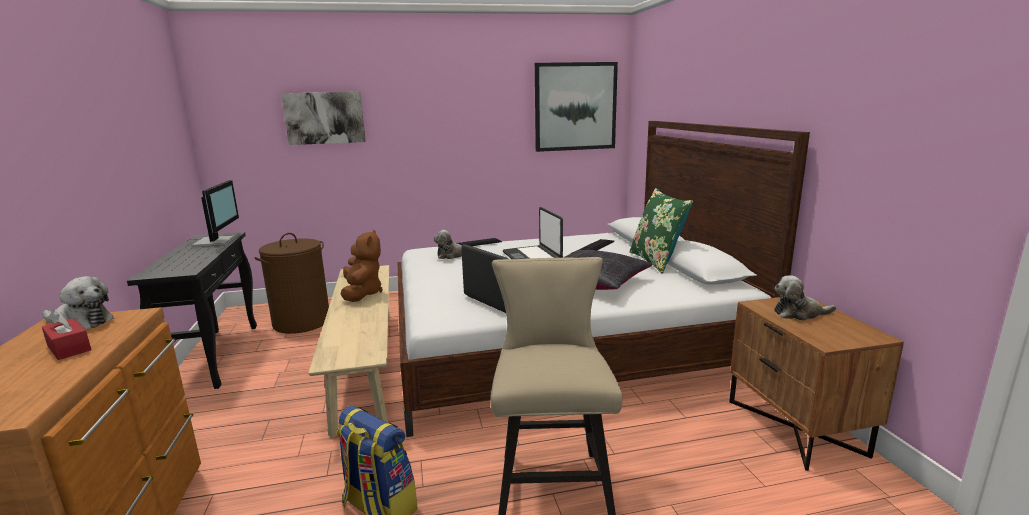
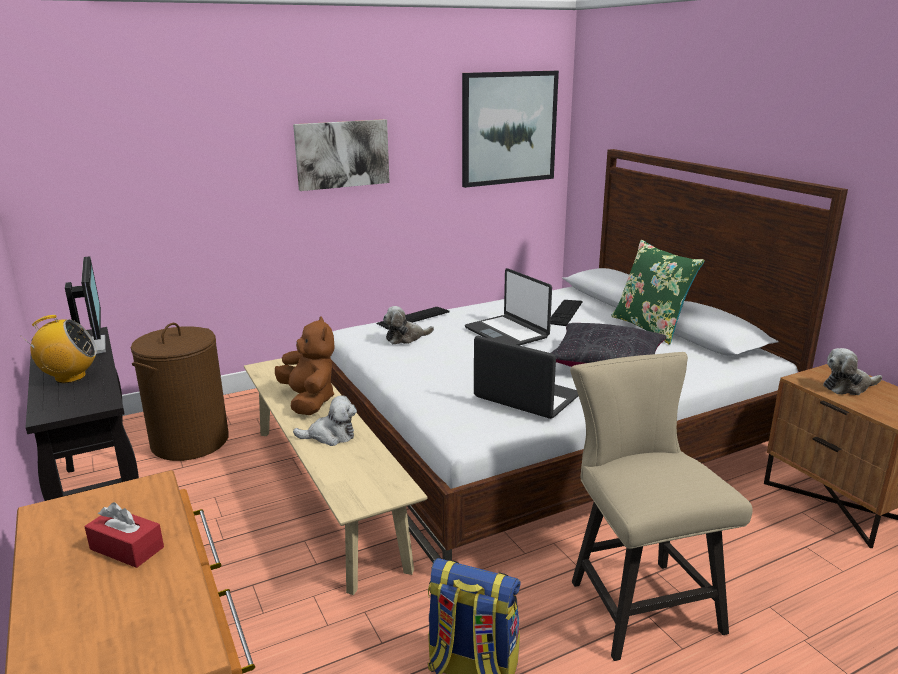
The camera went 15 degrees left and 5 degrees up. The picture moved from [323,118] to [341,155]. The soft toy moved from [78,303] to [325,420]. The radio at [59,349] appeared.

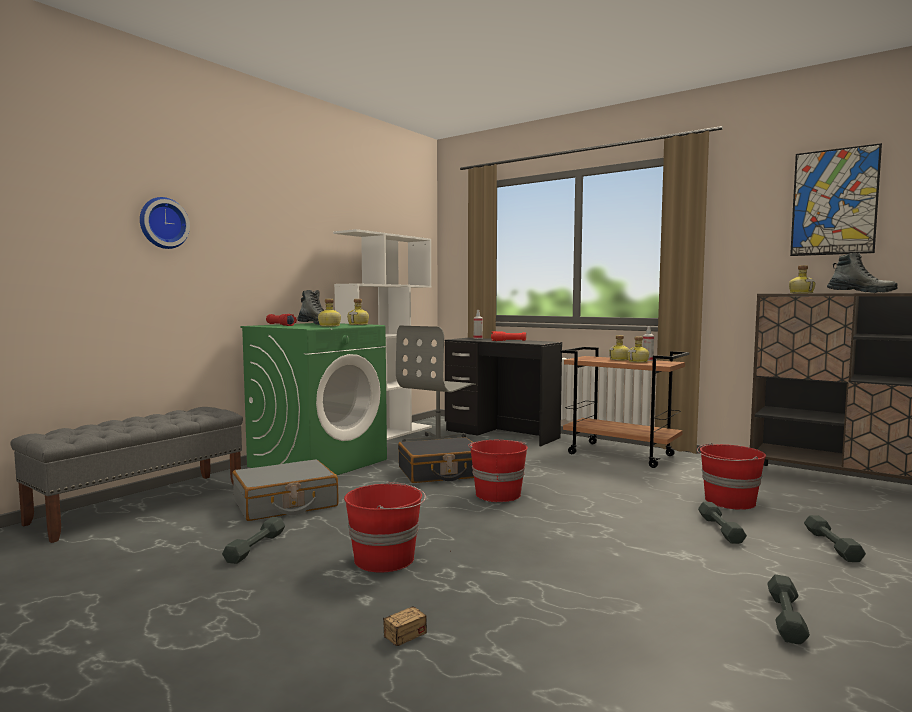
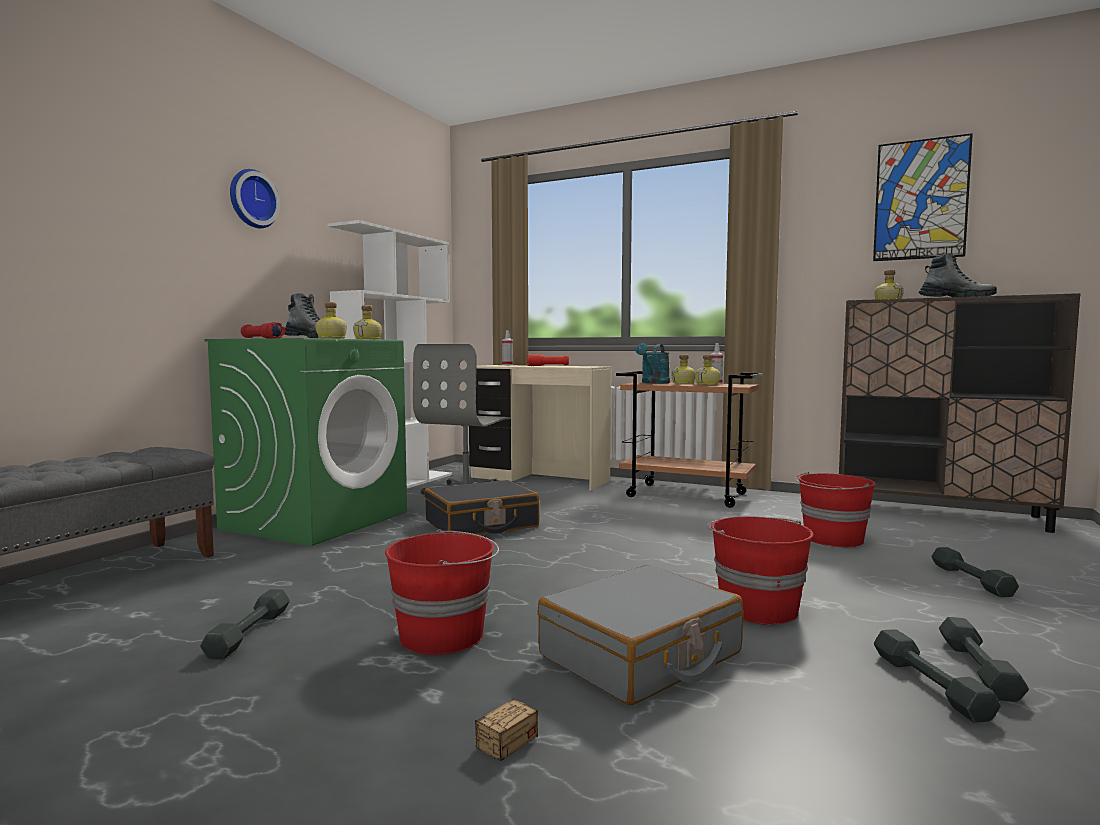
The camera went 10 degrees left and 0 degrees up. The hanging clock moved from [165,223] to [255,198]. The desk unit/blackish at [503,392] became the desk unit/beige-coloured at [540,428]. The water bucket/red moved from [498,471] to [760,570]. The piece of luggage/grey moved from [285,490] to [640,635]. The free weight/grey moved from [722,523] to [937,676]. The sprinkling can/turquoise-coloured at [653,363] appeared.

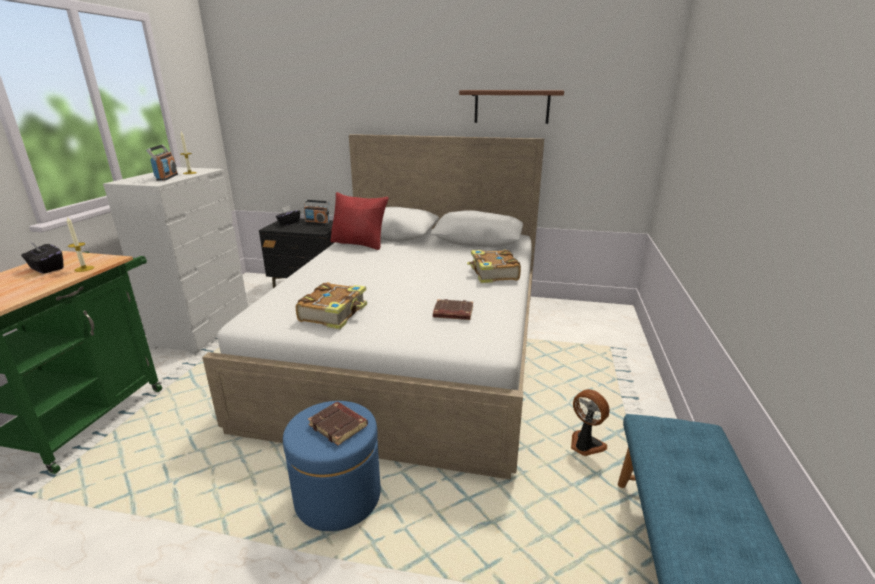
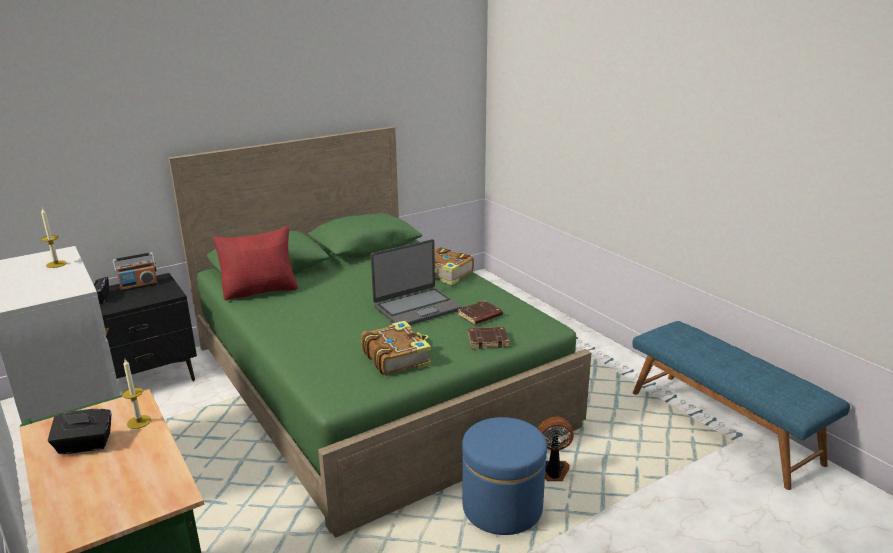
The camera went 45 degrees left and 0 degrees up. The shelf/brown at [511,107] disappeared. The sleeping bed/white at [373,307] became the sleeping bed/green-coloured at [380,332]. The radio at [162,162] disappeared. The fan moved from [590,422] to [556,448]. The bound book/brown moved from [338,424] to [488,338]. The notebook computer at [416,282] appeared.

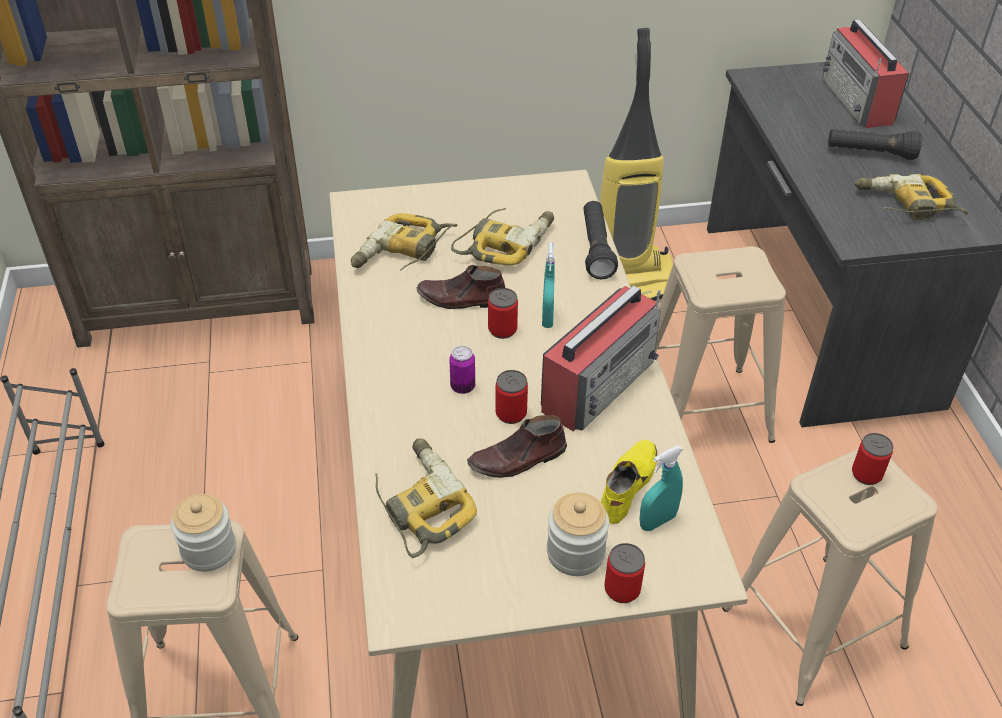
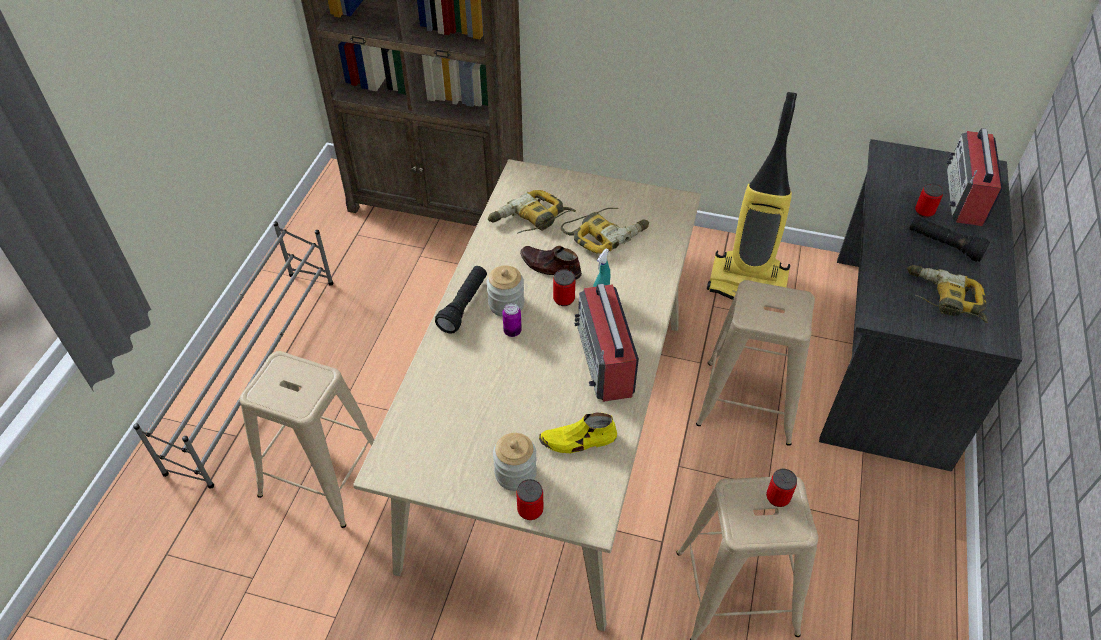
The camera went 25 degrees right and 5 degrees up. The hand torch/blackish moved from [600,240] to [461,299]. The radio at [601,358] turned 105 degrees clockwise. The sealed can moved from [512,397] to [929,200]. The item of footwear/brown at [517,446] disappeared. The drill at [426,498] disappeared. The item of footwear/yellow at [629,482] turned 150 degrees counterclockwise. The spray bottle/turquoise-coloured at [661,488] disappeared. The preserve jar moved from [203,533] to [505,291].

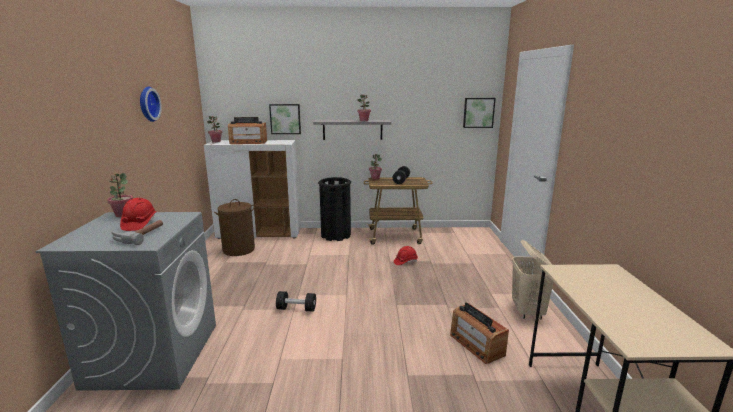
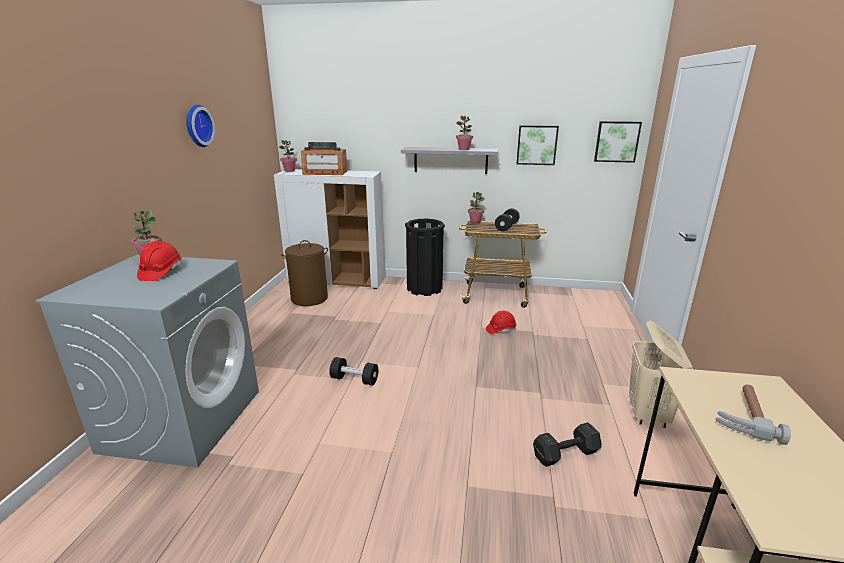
The camera went 10 degrees right and 5 degrees up. The picture moved from [285,119] to [537,145]. The hand hammer moved from [137,232] to [753,414]. The radio at [479,333] was replaced by the free weight/blackish at [567,444].

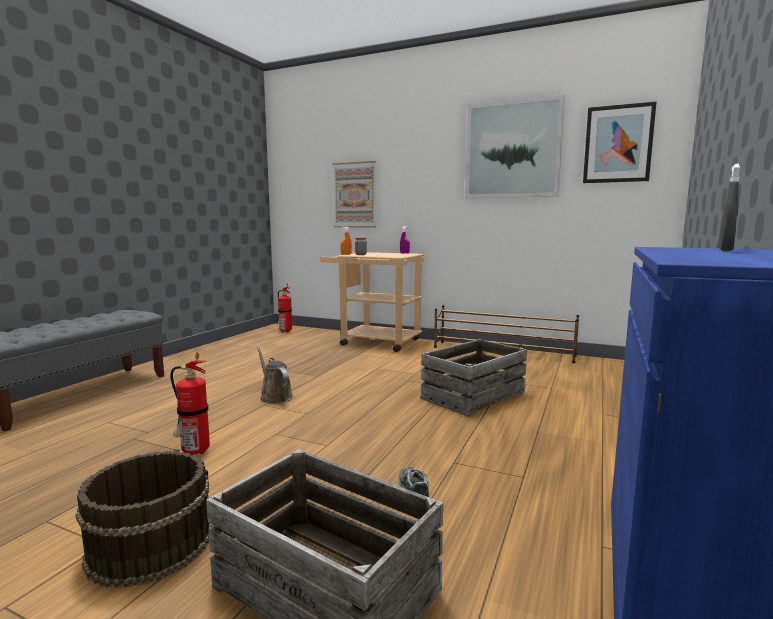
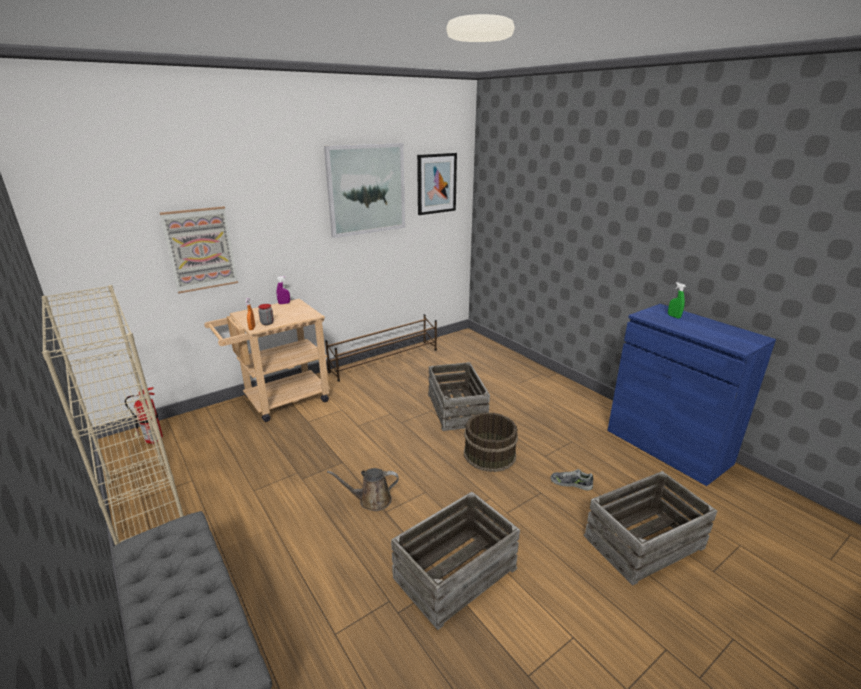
The camera went 60 degrees left and 15 degrees up. The spray bottle/grey at [729,207] became the spray bottle/green-coloured at [677,300]. The extinguisher at [190,403] was replaced by the shipping crate at [455,561]. The water bucket/brown moved from [143,519] to [491,442]. The shelving unit/beige-coloured at [113,415] appeared.

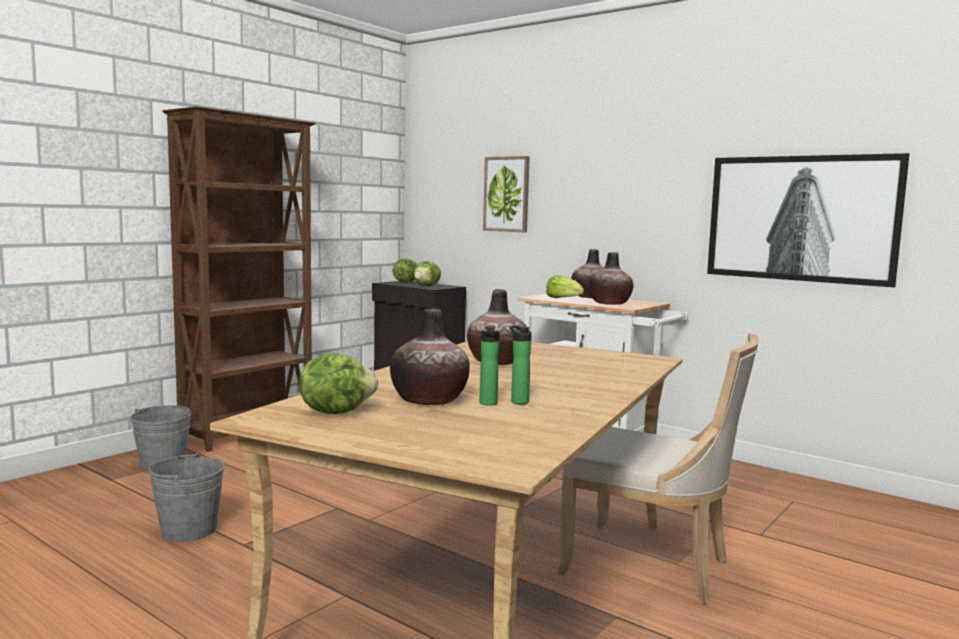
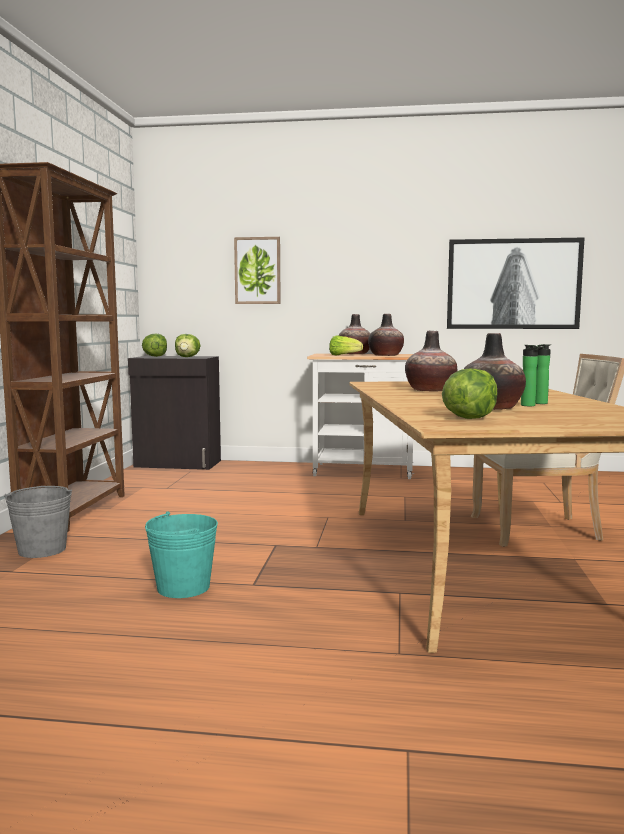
The camera went 30 degrees left and 0 degrees up. The water bucket/grey at [187,497] became the water bucket/turquoise-coloured at [181,554].

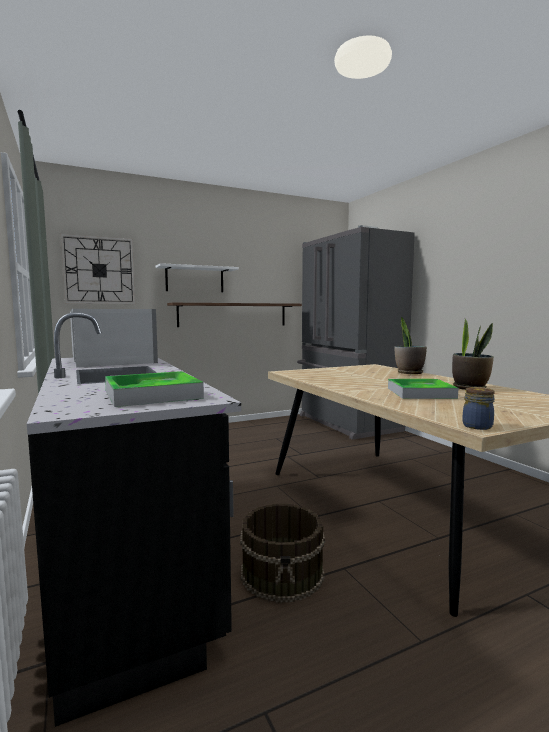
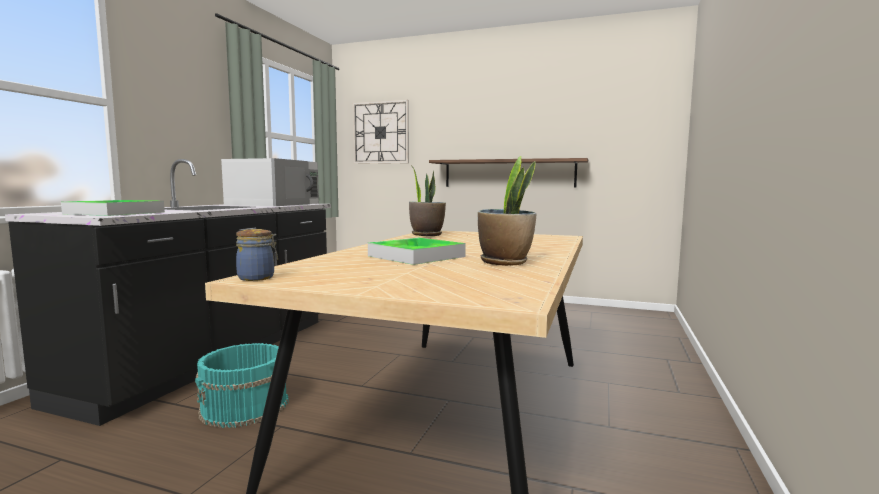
The camera went 45 degrees right and 0 degrees up. The refrigerator/grey at [356,332] disappeared. The shelf/white at [197,277] disappeared. The potted plant moved from [411,345] to [427,202]. The water bucket/brown at [282,553] became the water bucket/turquoise-coloured at [242,385].

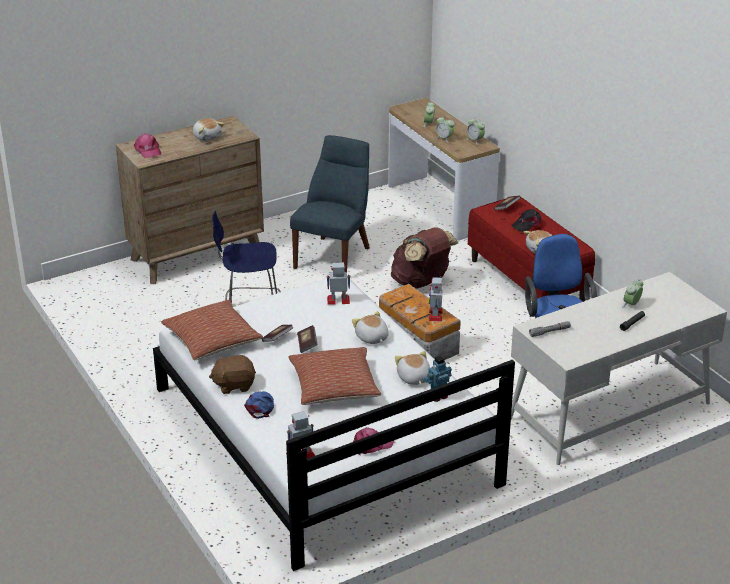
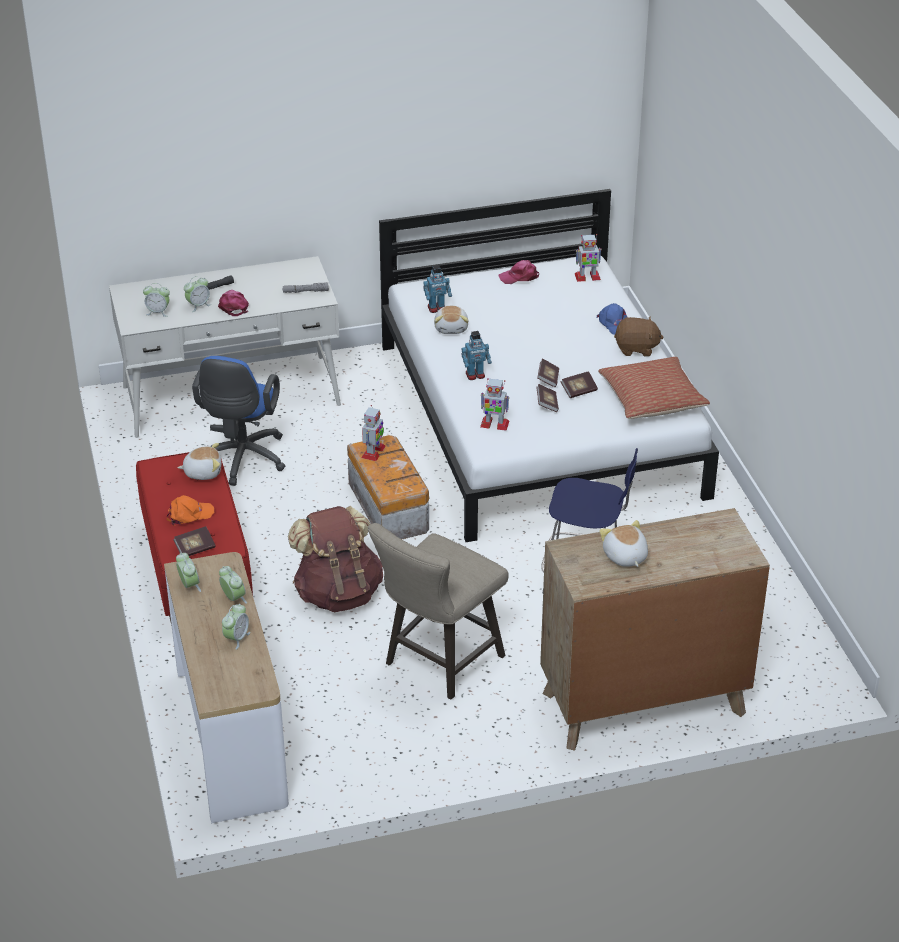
The camera went 165 degrees left and 5 degrees up. The baseball cap/pink-coloured moved from [147,146] to [233,303]. The plain chair/blue-coloured at [330,203] was replaced by the stool/beige-coloured at [438,611]. The baseball cap/blackish at [526,220] became the baseball cap/orange-coloured at [190,510]. The soft toy at [370,327] was replaced by the model robot at [477,355]. The pillow at [334,376] disappeared. The baseball cap/blue-coloured at [259,405] turned 45 degrees counterclockwise. The table clock at [156,300] appeared. The bound book at [547,398] appeared.

